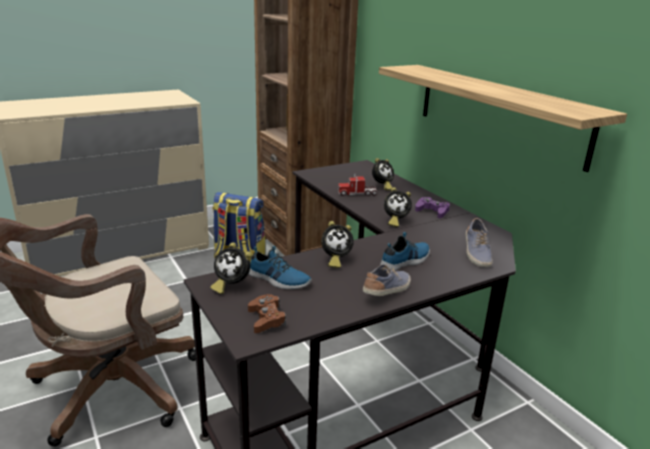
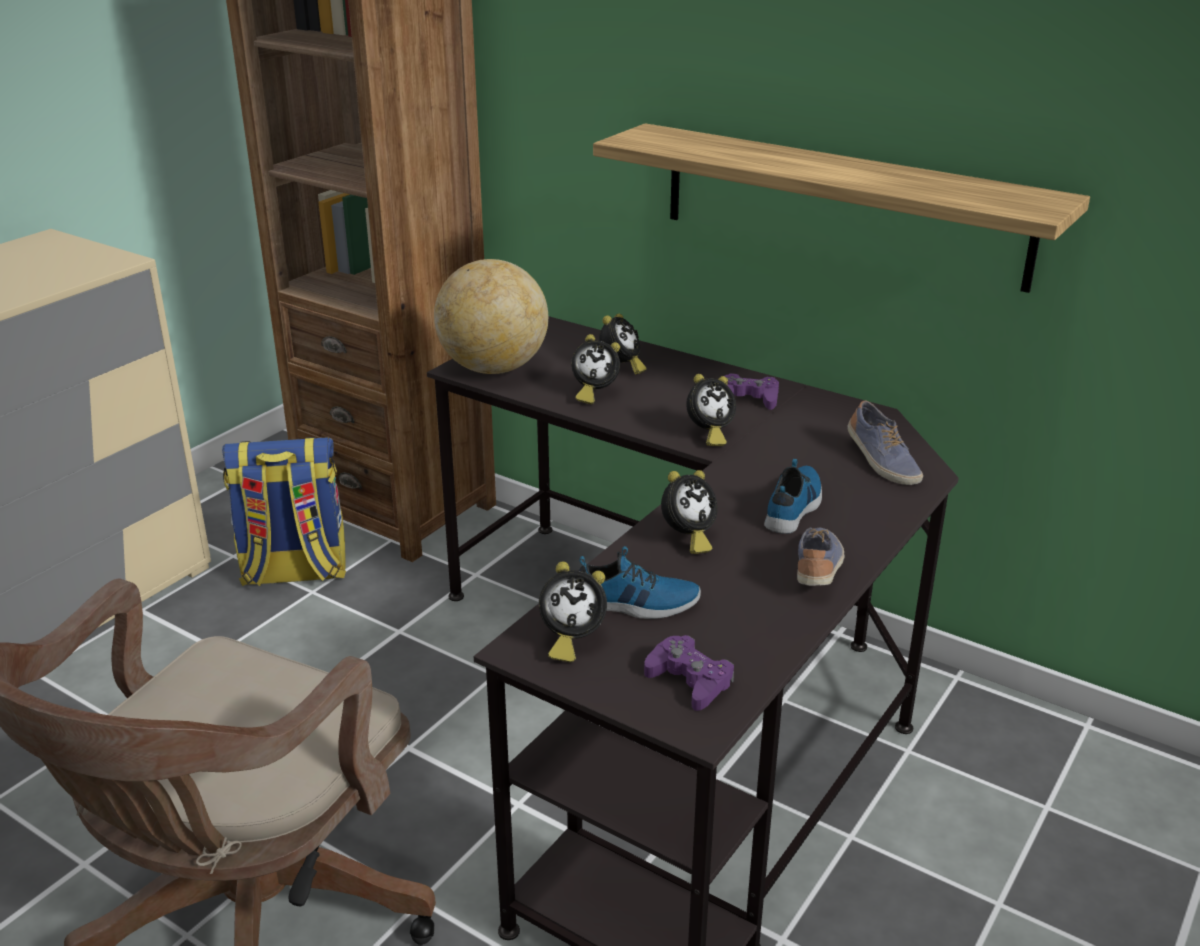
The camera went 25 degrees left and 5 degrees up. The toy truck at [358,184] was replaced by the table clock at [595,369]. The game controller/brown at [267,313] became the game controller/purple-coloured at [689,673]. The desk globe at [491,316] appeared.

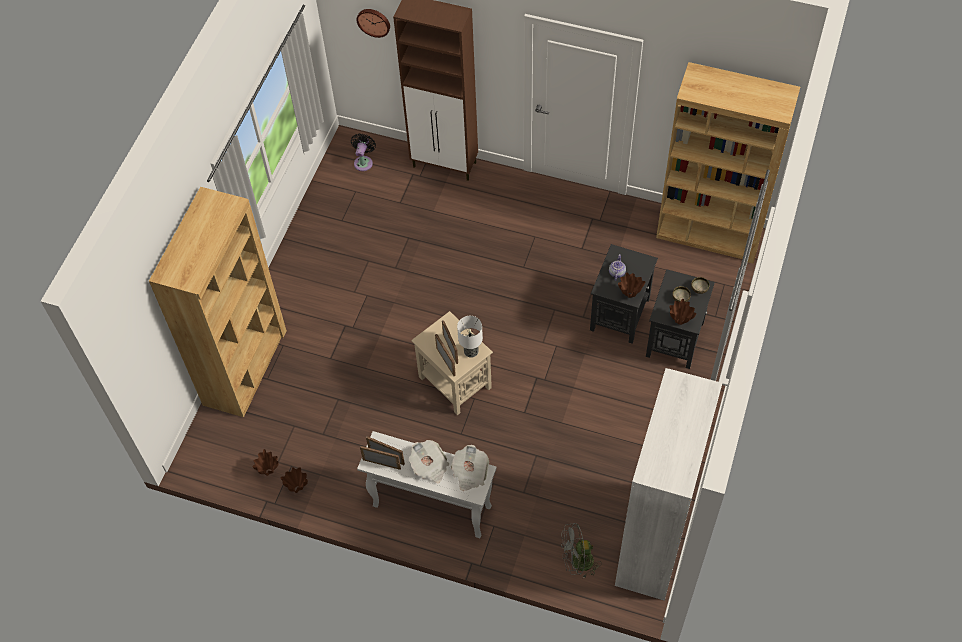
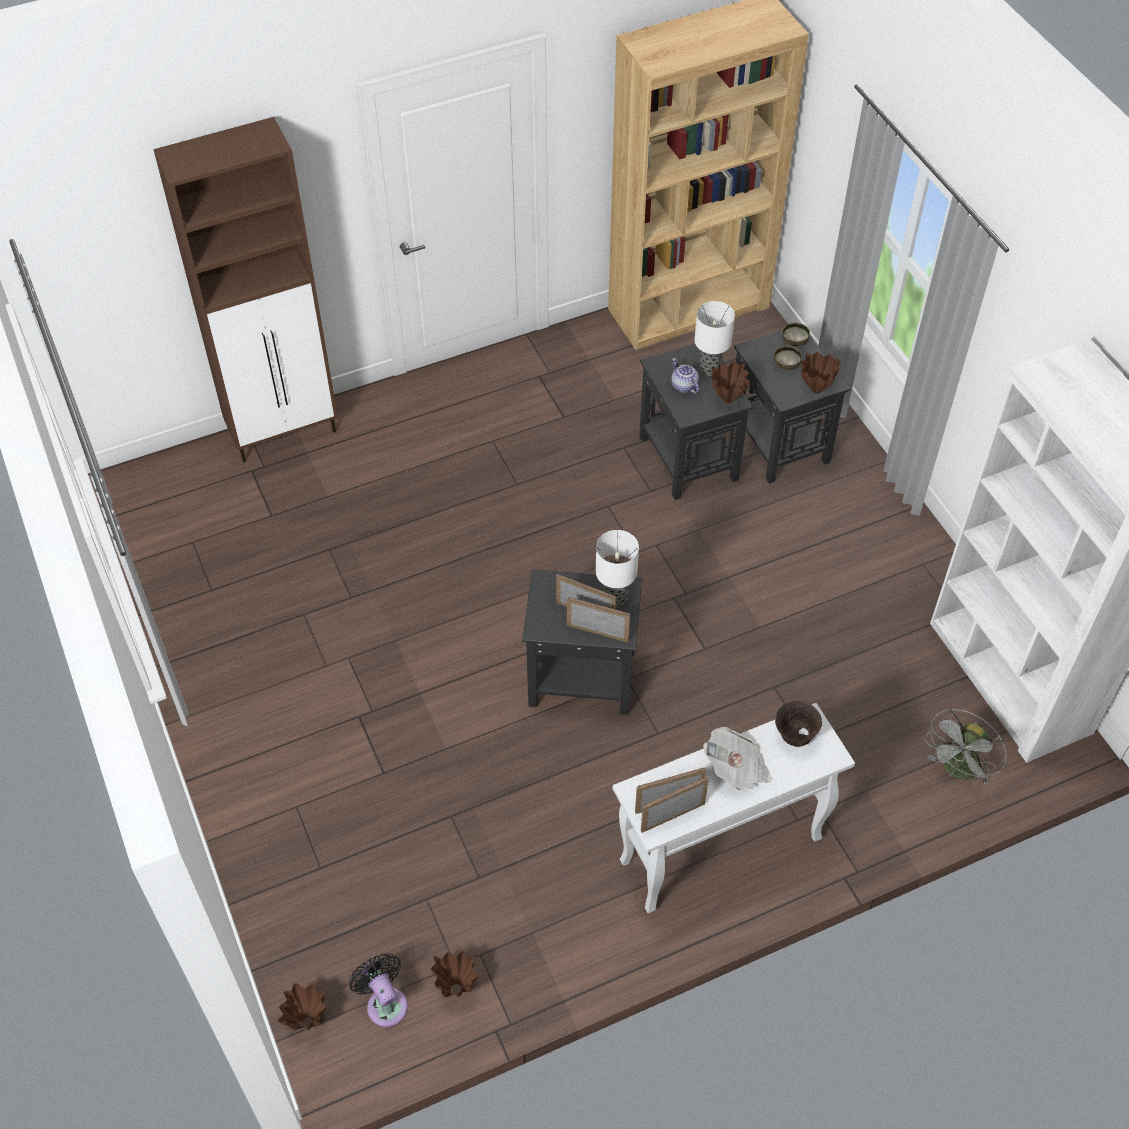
The camera went 45 degrees left and 5 degrees down. The hanging clock at [373,23] disappeared. The fan/blackish moved from [363,152] to [378,990]. The shelving unit/brown at [218,302] disappeared. The end table/beige-coloured at [452,363] became the end table/blackish at [582,642]. The newspaper at [470,468] was replaced by the bowl/brown at [798,724]. The vase/brown moved from [294,480] to [302,1006]. The tabletop lamp at [714,338] appeared.

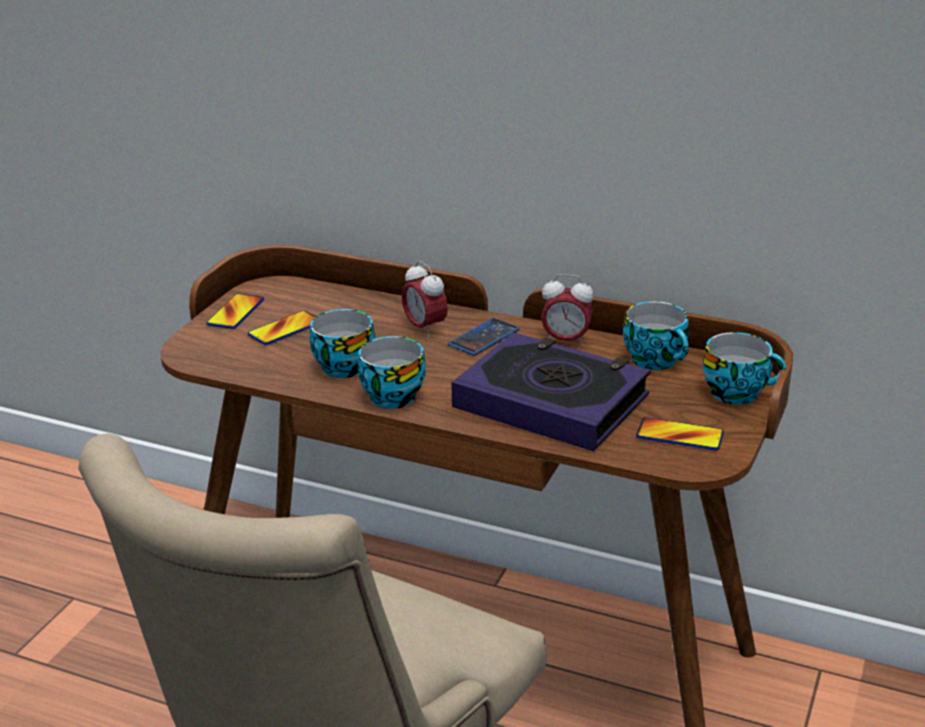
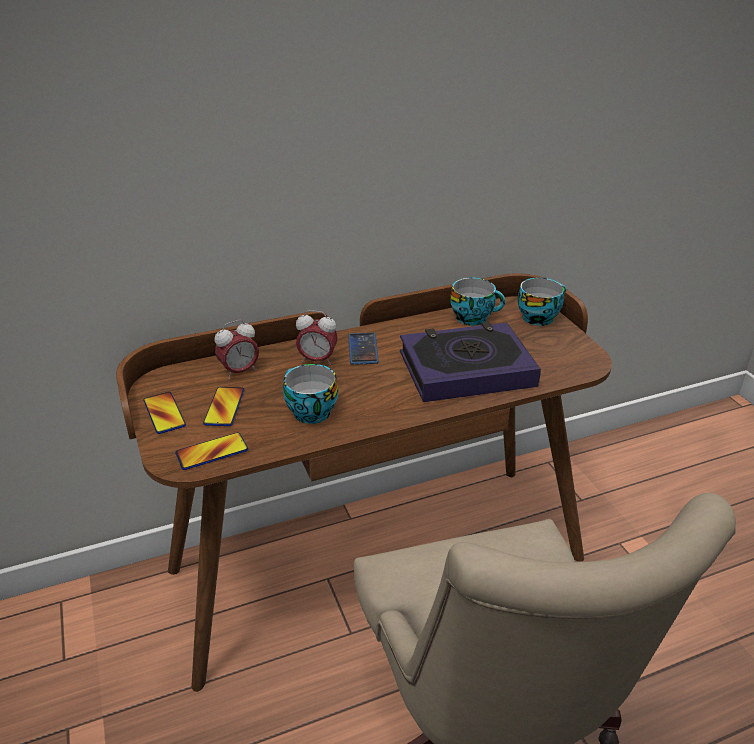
The camera went 45 degrees left and 5 degrees up. The table clock moved from [567,310] to [236,349]. The drinking cup at [392,372] disappeared. The telephone moved from [680,434] to [211,451].

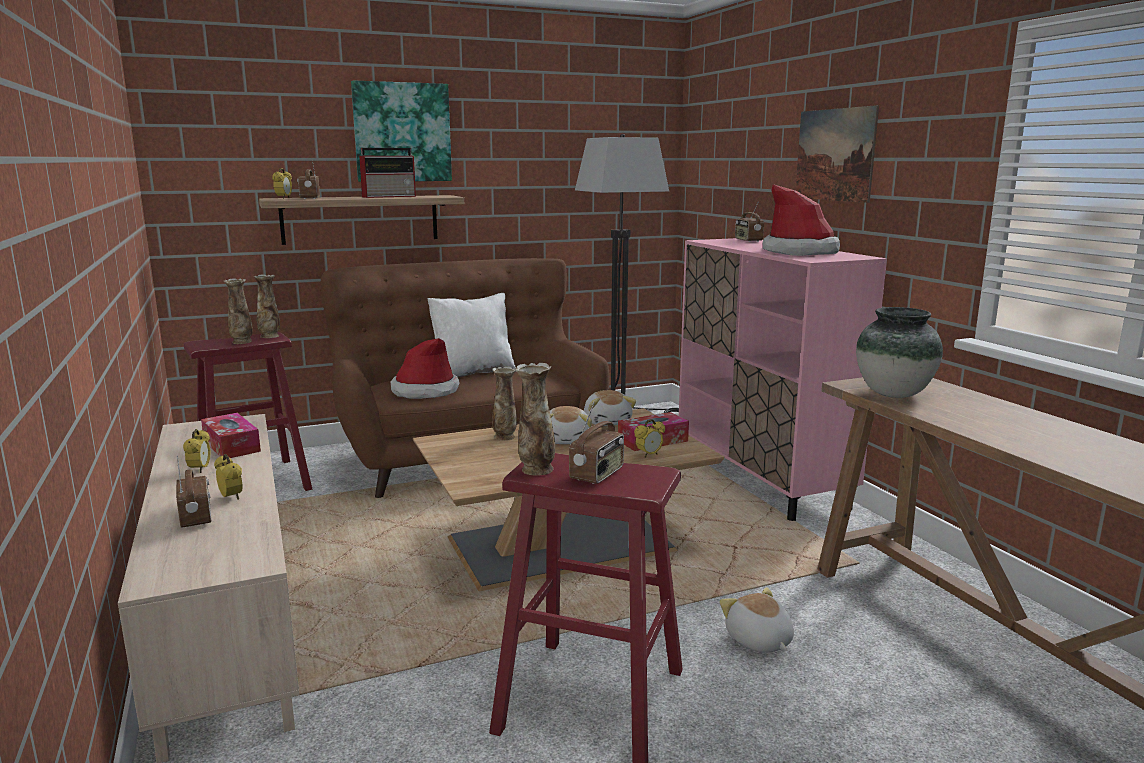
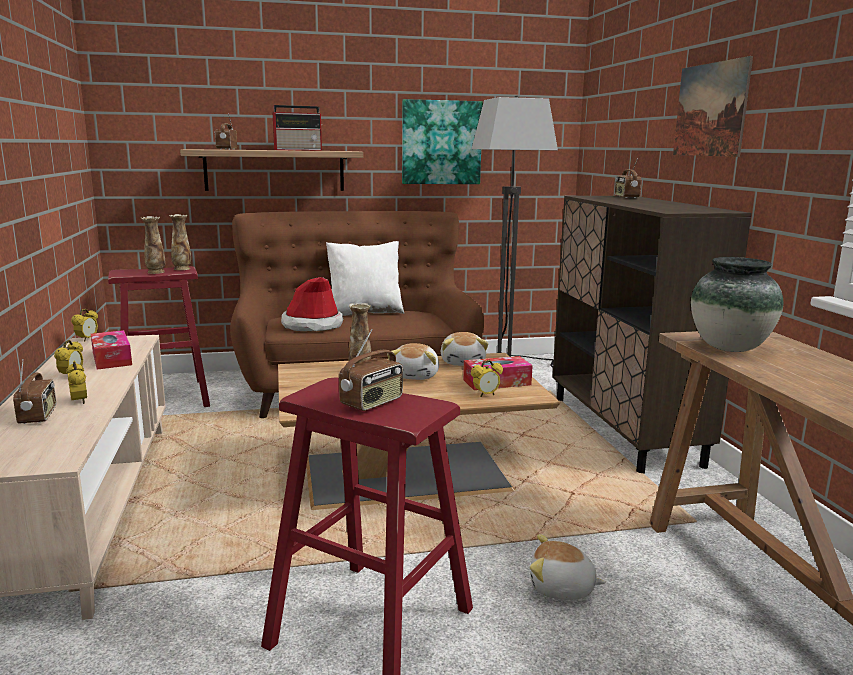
The camera went 10 degrees right and 0 degrees up. The picture moved from [401,131] to [442,141]. The table clock moved from [282,183] to [84,325]. The wearable hat at [801,220] disappeared. The cupboard/pink-coloured at [783,379] became the cupboard/brown at [652,335]. The vase at [535,419] disappeared. The soft toy at [757,619] turned 60 degrees counterclockwise.

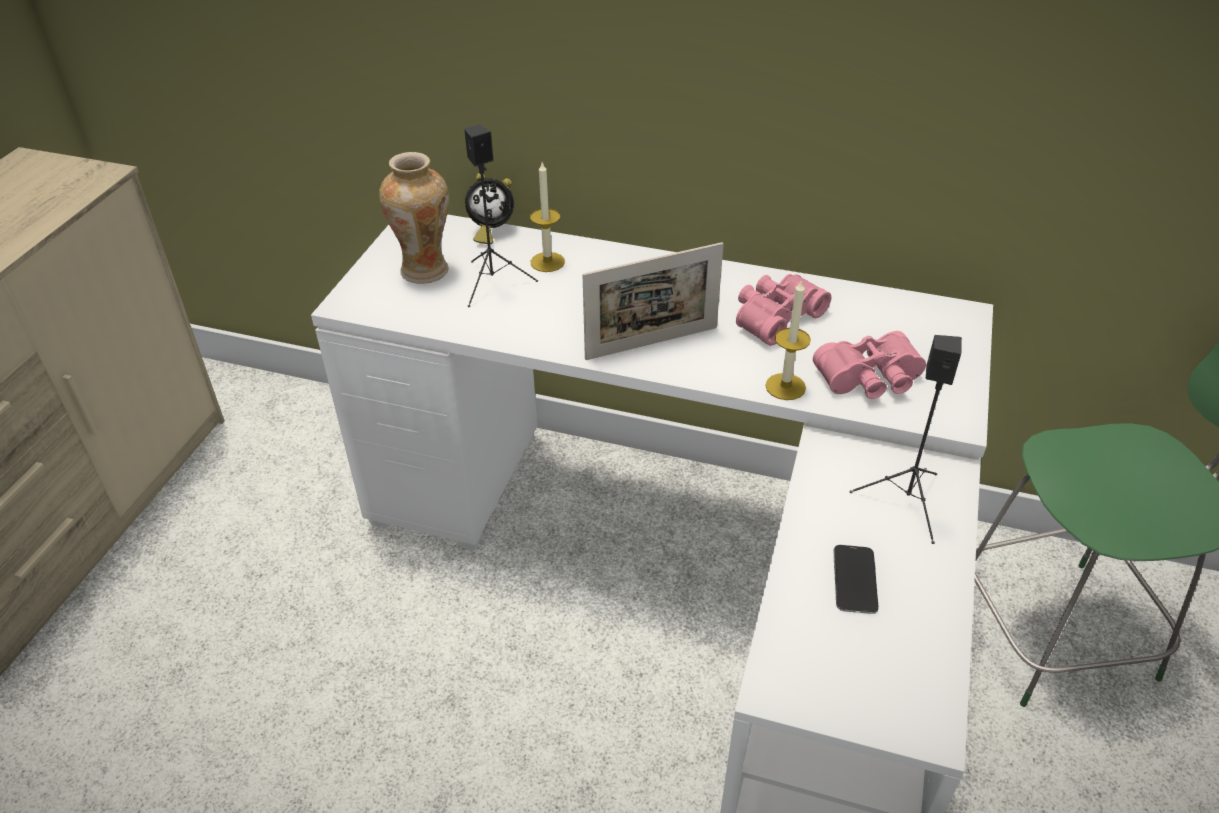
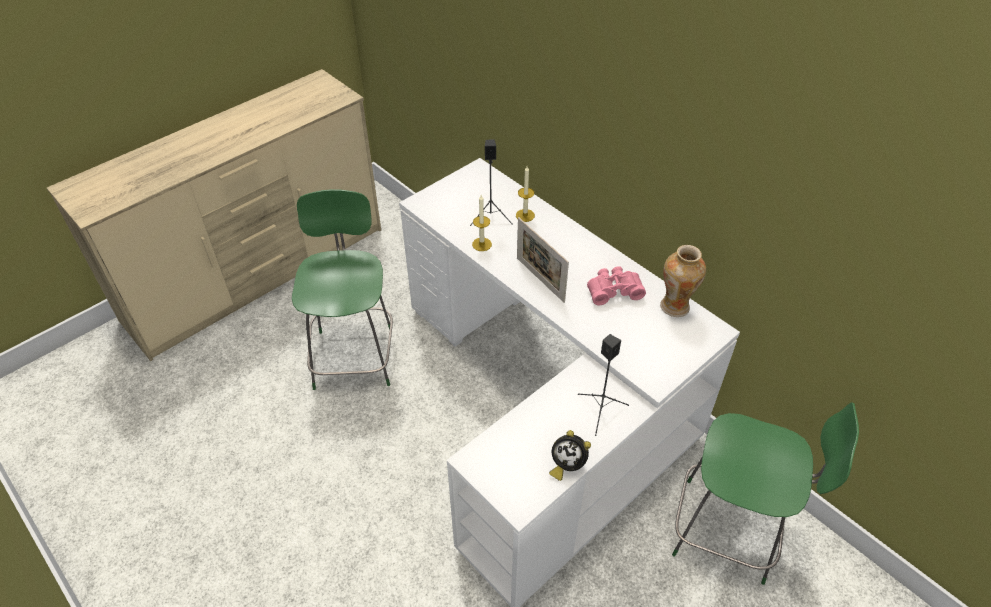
The camera went 30 degrees right and 5 degrees up. The vase moved from [414,218] to [683,281]. The table clock moved from [489,208] to [570,455]. The picture frame at [653,301] turned 45 degrees clockwise. The wax candle moved from [788,339] to [482,223]. The pair of binoculars/pink-coloured at [869,365] disappeared. The telephone at [856,579] disappeared. The plain chair/green-coloured at [342,289] appeared.

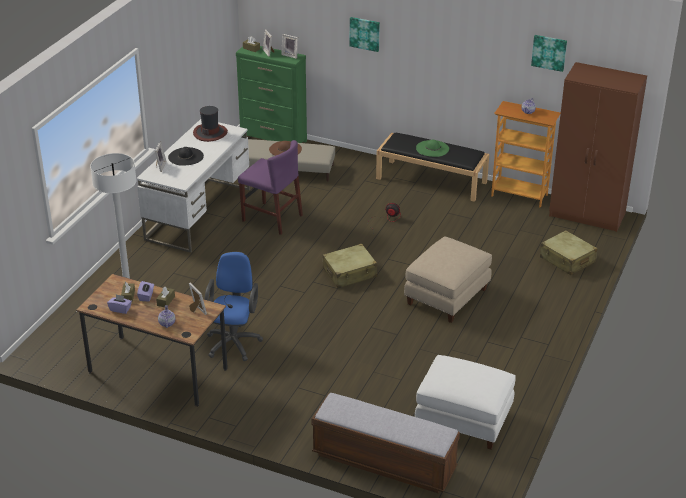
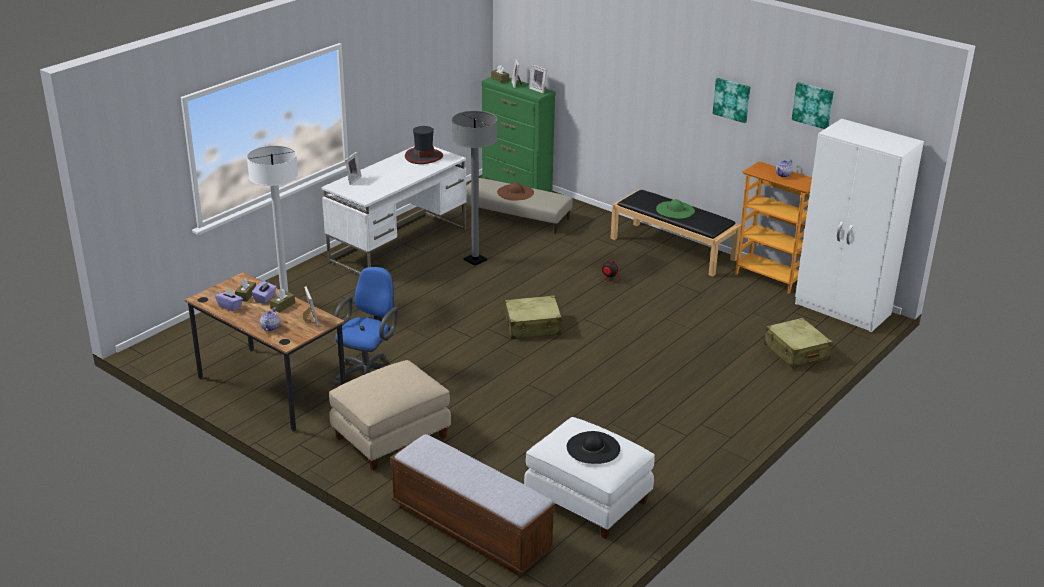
The camera went 15 degrees right and 5 degrees down. The picture moved from [365,34] to [732,100]. The wardrobe/brown at [598,147] became the wardrobe/white at [859,225]. The plain chair/purple-coloured at [270,187] was replaced by the floor lamp/grey at [474,188]. The wearable hat/blackish moved from [186,156] to [593,447]. The footrest/beige-coloured moved from [448,279] to [390,415].

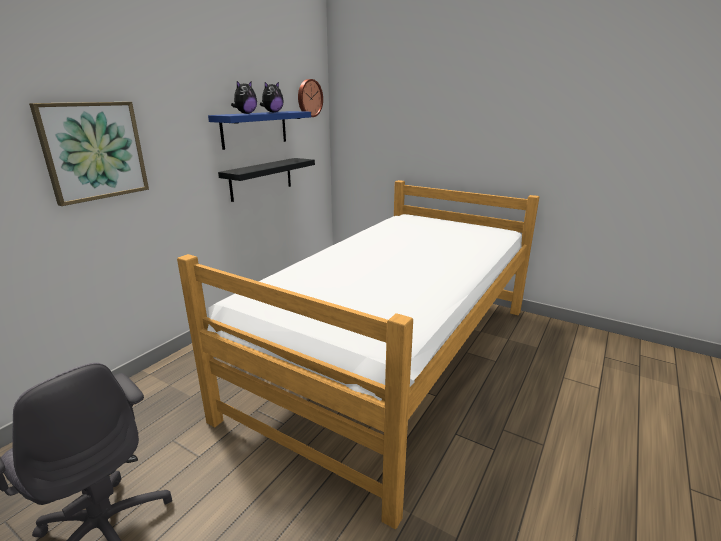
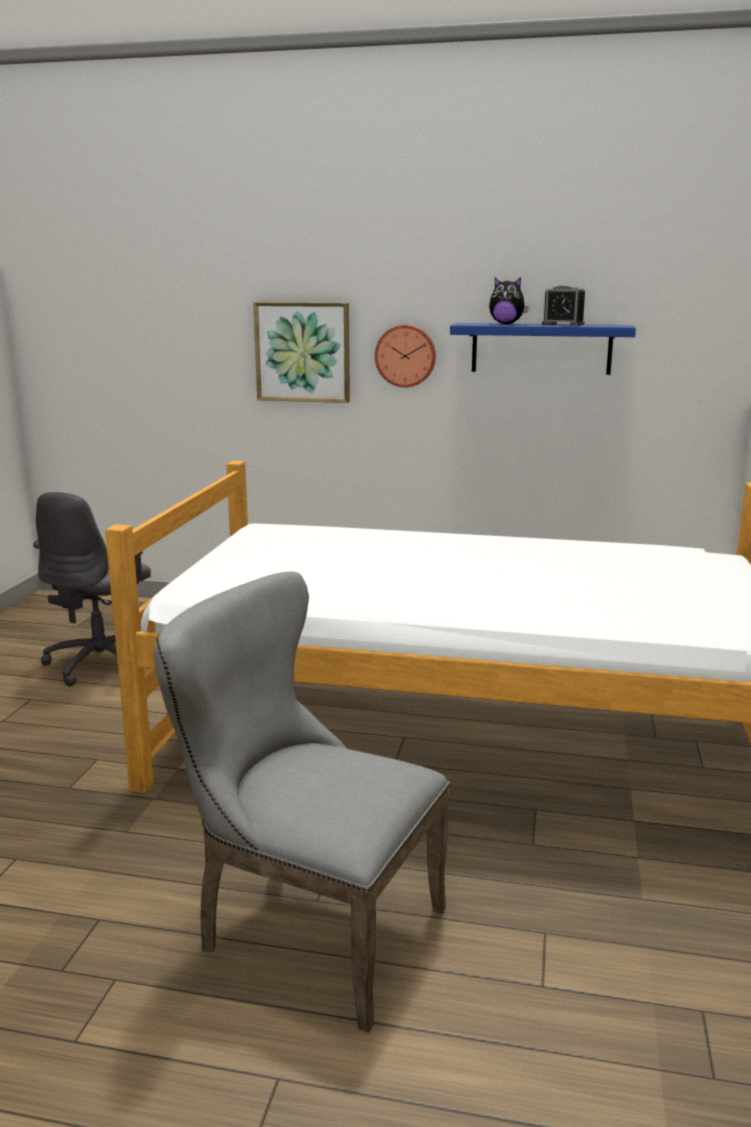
The camera went 70 degrees right and 5 degrees down. The hanging clock moved from [310,98] to [405,356]. The soft toy at [272,97] was replaced by the table clock at [563,305]. The shelf/blackish at [266,180] disappeared. The plain chair/grey at [302,801] appeared.

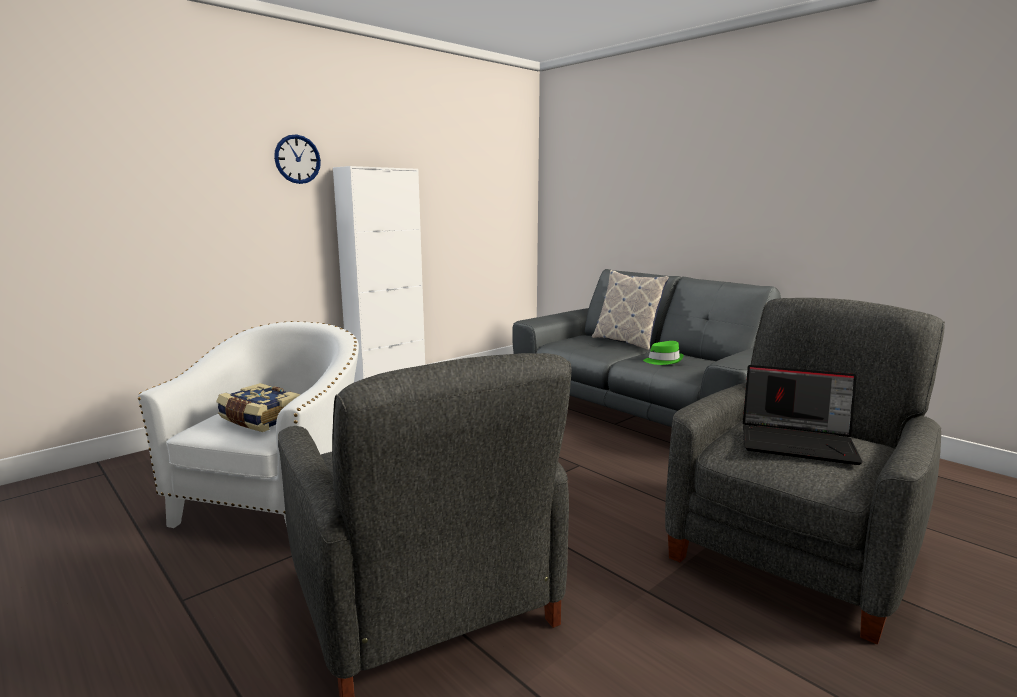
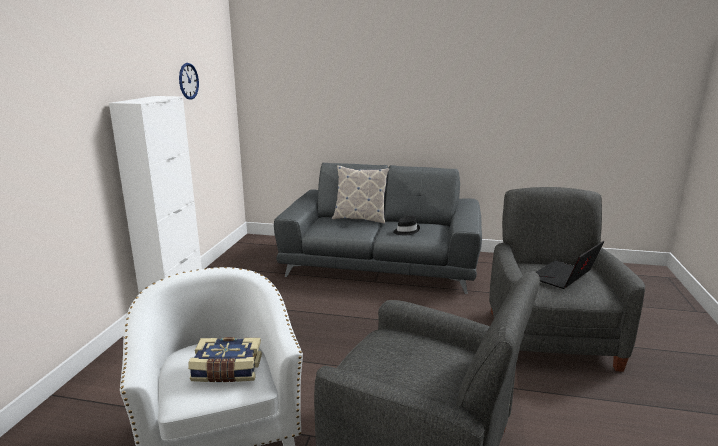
The camera went 35 degrees left and 5 degrees up. The hanging clock moved from [297,159] to [189,81]. The wearable hat/green-coloured at [663,353] became the wearable hat/blackish at [406,225]. The notebook computer at [803,415] turned 150 degrees clockwise.

